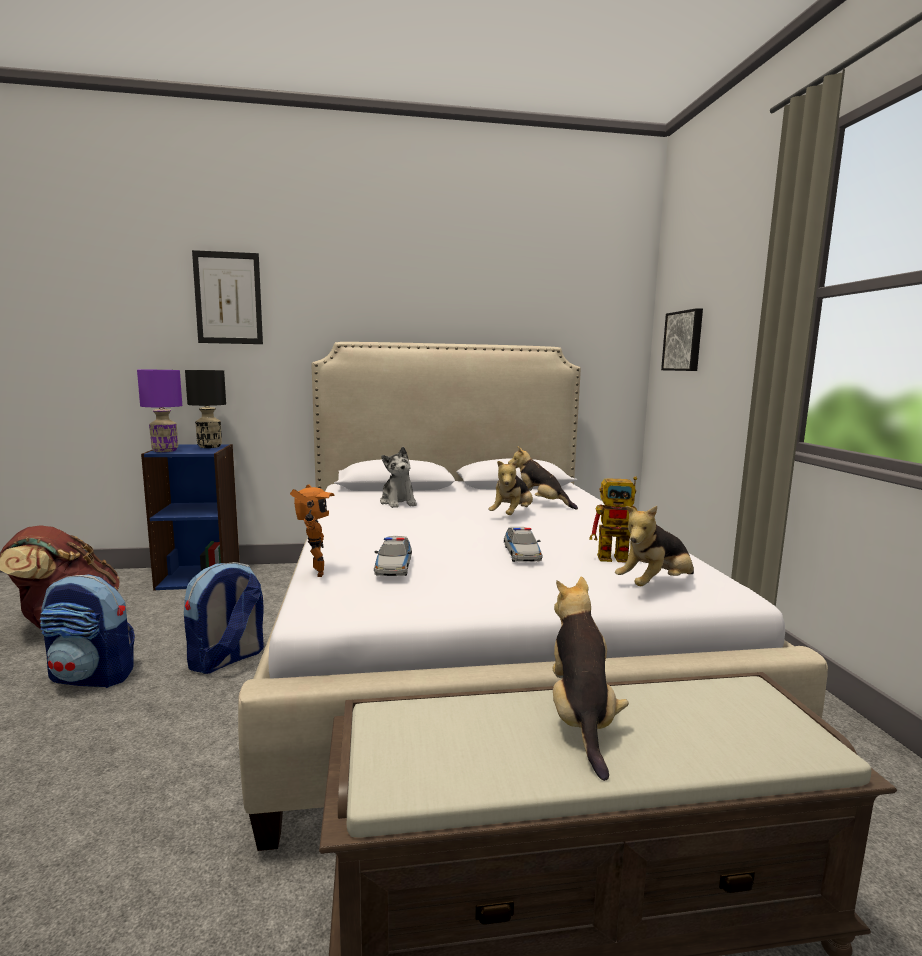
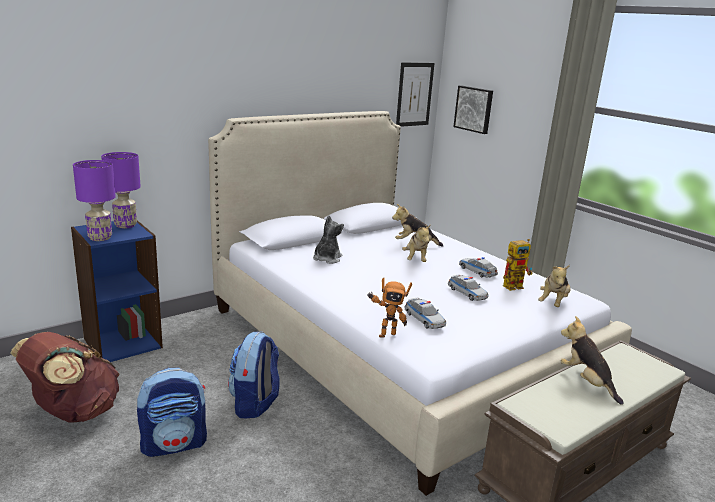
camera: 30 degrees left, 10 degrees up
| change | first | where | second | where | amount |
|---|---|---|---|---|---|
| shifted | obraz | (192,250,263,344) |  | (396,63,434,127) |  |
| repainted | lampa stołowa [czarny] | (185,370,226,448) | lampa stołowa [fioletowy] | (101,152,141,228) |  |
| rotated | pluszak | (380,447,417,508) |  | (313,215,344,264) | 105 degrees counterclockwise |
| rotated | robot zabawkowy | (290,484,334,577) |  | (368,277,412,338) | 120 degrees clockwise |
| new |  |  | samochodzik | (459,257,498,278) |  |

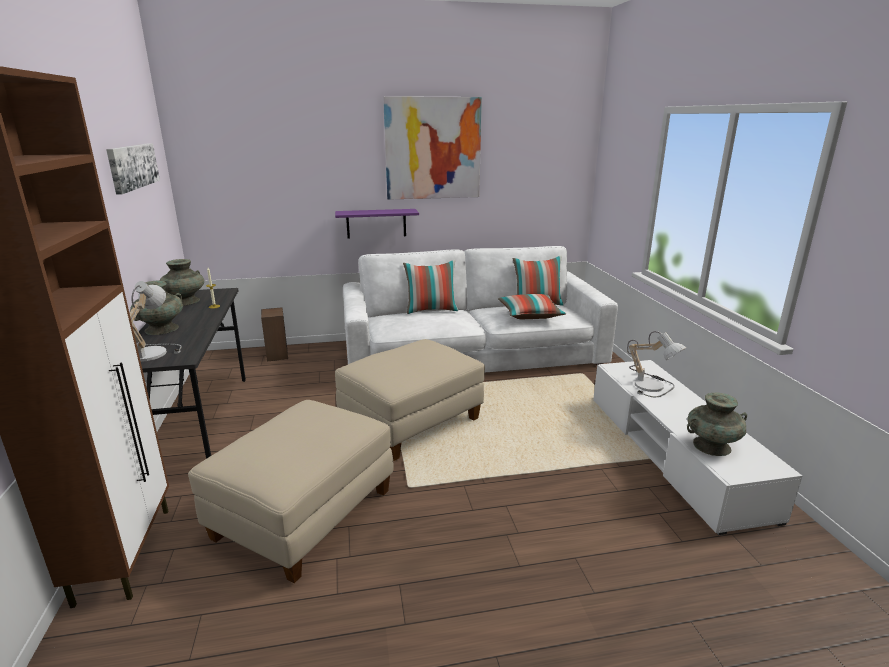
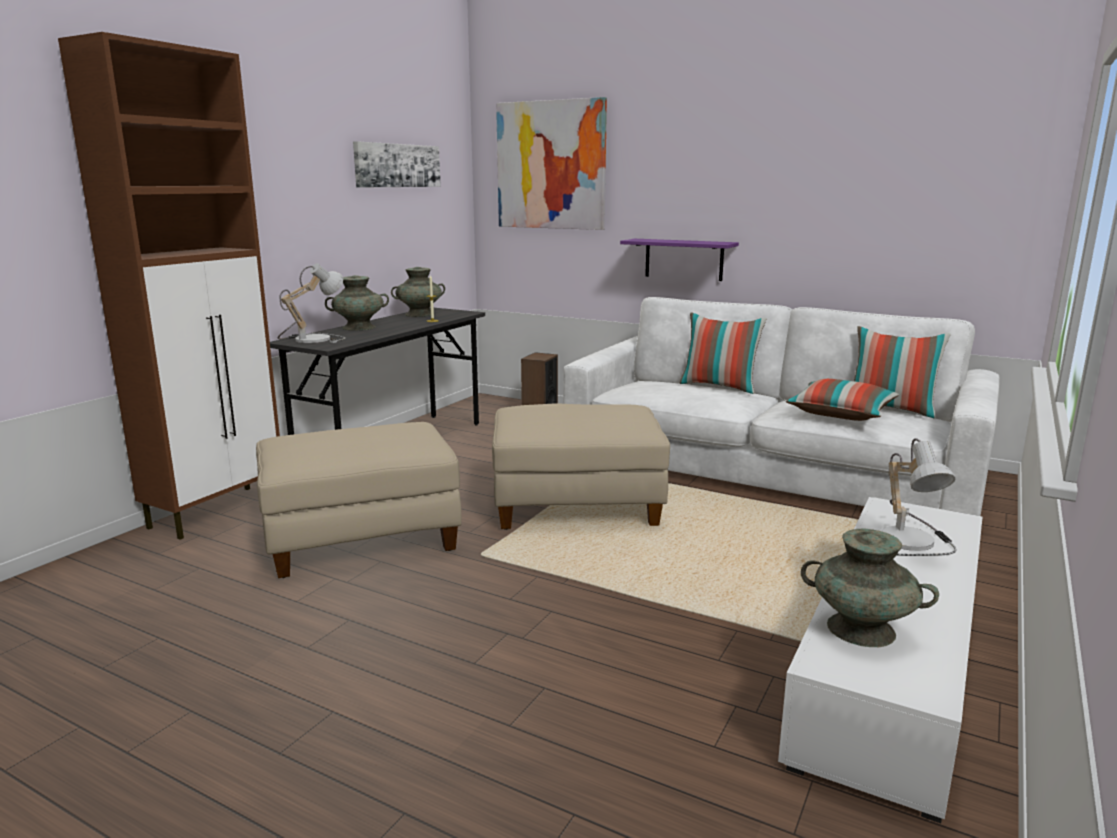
camera: 40 degrees right, 5 degrees down
| change | first | where | second | where | amount |
|---|---|---|---|---|---|
| shifted | obraz | (383,96,482,200) |  | (496,97,607,230) |  |

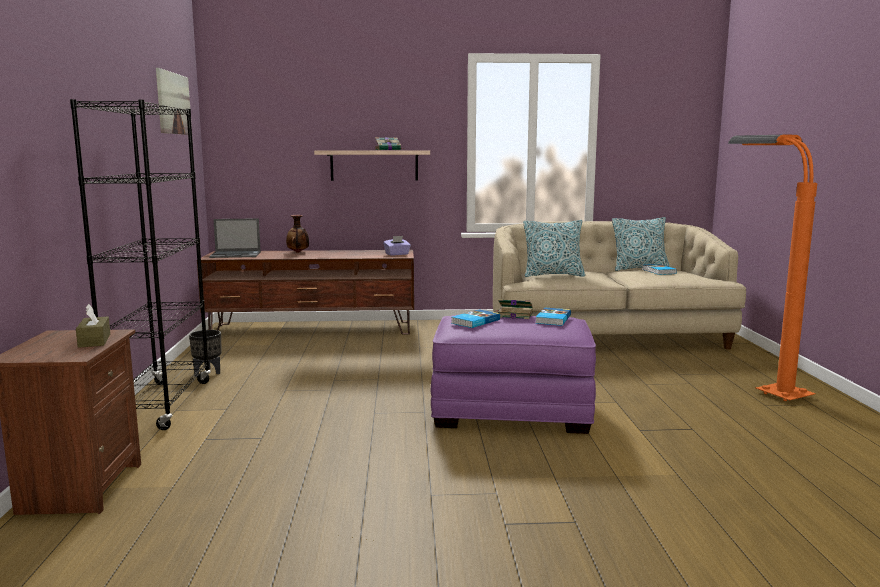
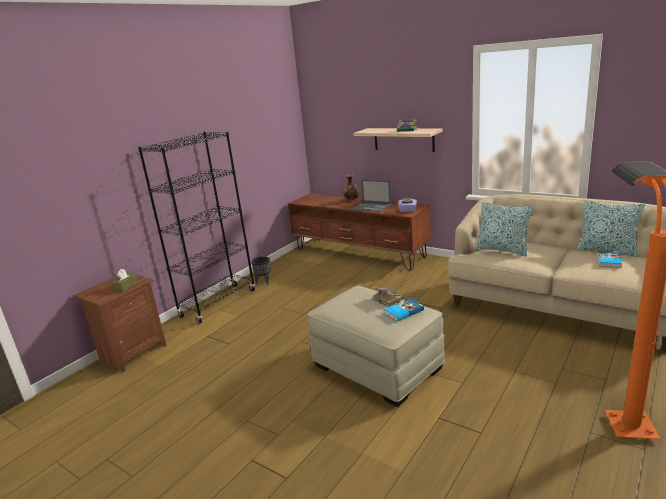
camera: 40 degrees right, 10 degrees up
| change | first | where | second | where | amount |
|---|---|---|---|---|---|
| gone | obraz | (156,68,192,135) |  |  |  |
| shifted | laptop | (209,218,261,258) |  | (352,180,391,212) |  |
| gone | książka | (451,309,500,328) |  |  |  |
| repainted | pufa [fioletowy] | (430,314,596,434) | pufa [beżowy] | (308,286,445,407) |  |

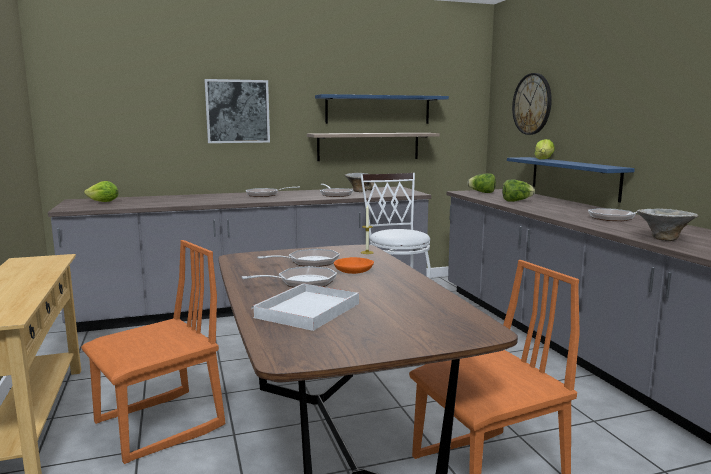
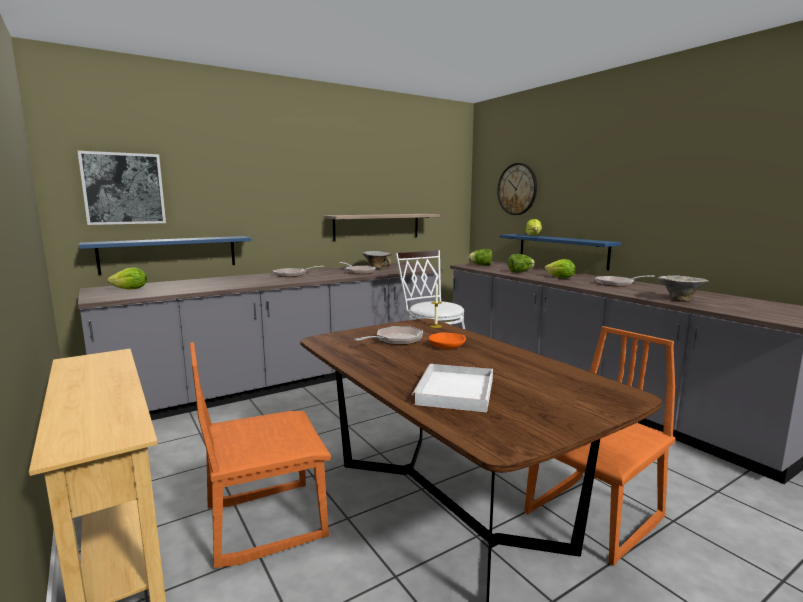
camera: 15 degrees left, 0 degrees up
| change | first | where | second | where | amount |
|---|---|---|---|---|---|
| shifted | obraz | (204,79,270,143) |  | (78,151,166,225) |  |
| shifted | półka [niebieski] | (315,94,449,124) |  | (79,236,251,275) |  |
| rotated | krzesło [pomarańczowy] | (81,240,225,464) |  | (190,342,331,568) | 150 degrees counterclockwise |
| gone | patelnia | (242,266,337,288) |  |  |  |
| new |  |  | sałata | (545,259,575,278) |  |

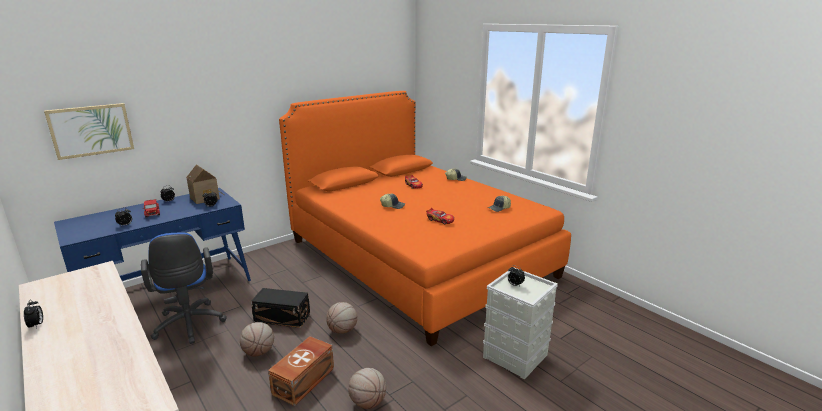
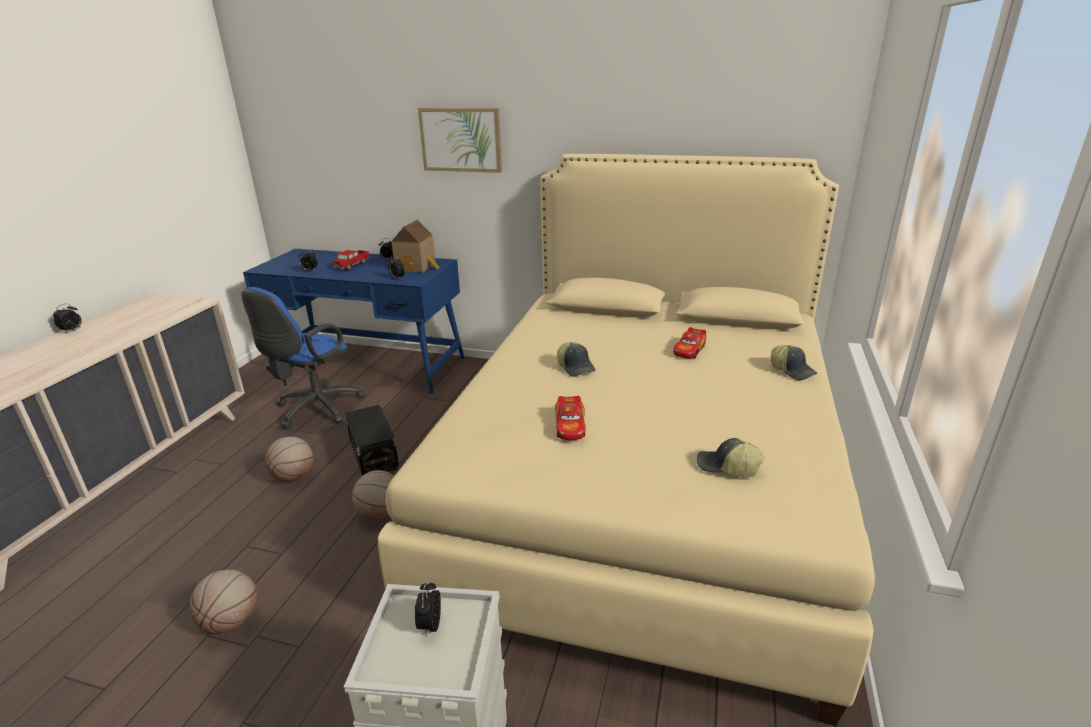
camera: 55 degrees right, 5 degrees up
| change | first | where | second | where | amount |
|---|---|---|---|---|---|
| repainted | łóżko [pomarańczowy] | (279,91,571,346) | łóżko [beżowy] | (378,154,875,726) |  |
| shifted | obraz | (44,103,134,160) |  | (418,108,502,173) |  |
| gone | pojemnik do przechowywania [brązowy] | (268,336,334,406) |  |  |  |

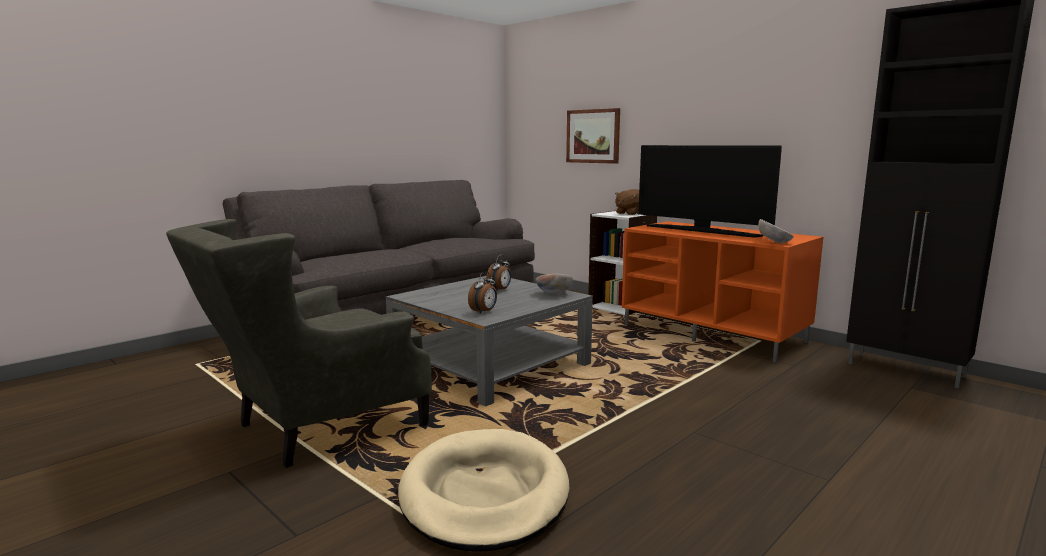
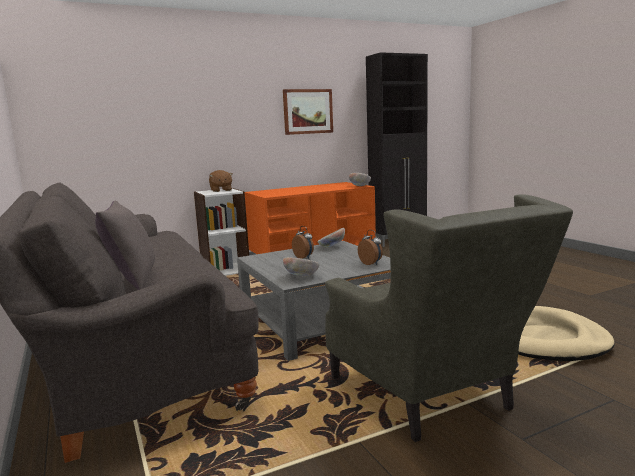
camera: 70 degrees left, 0 degrees up
| change | first | where | second | where | amount |
|---|---|---|---|---|---|
| shifted | obraz | (566,108,620,164) |  | (283,89,333,135) |  |
| gone | telewizor | (638,145,782,238) |  |  |  |
| new |  |  | poduszka [szary] | (95,201,155,290) |  |
| new |  |  | miska | (283,257,319,276) |  |

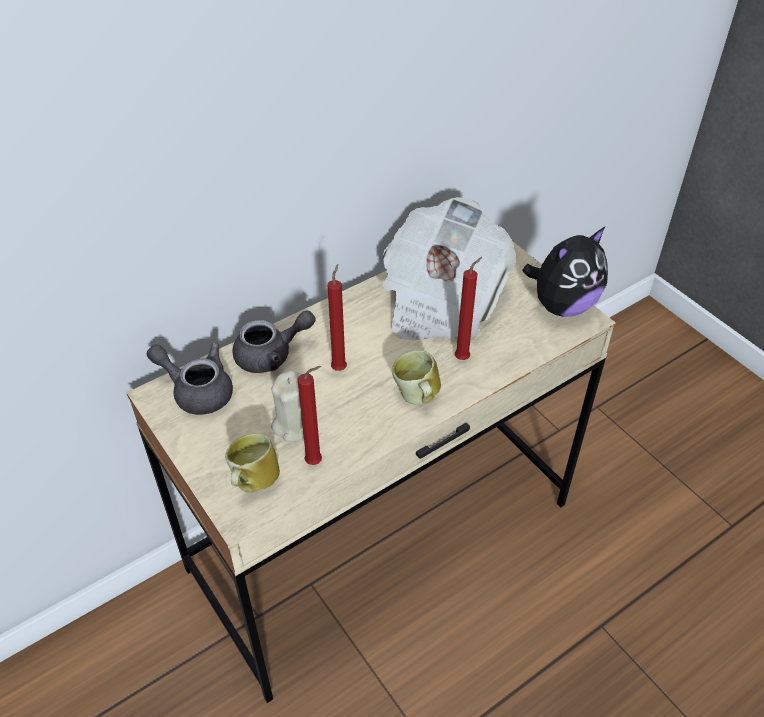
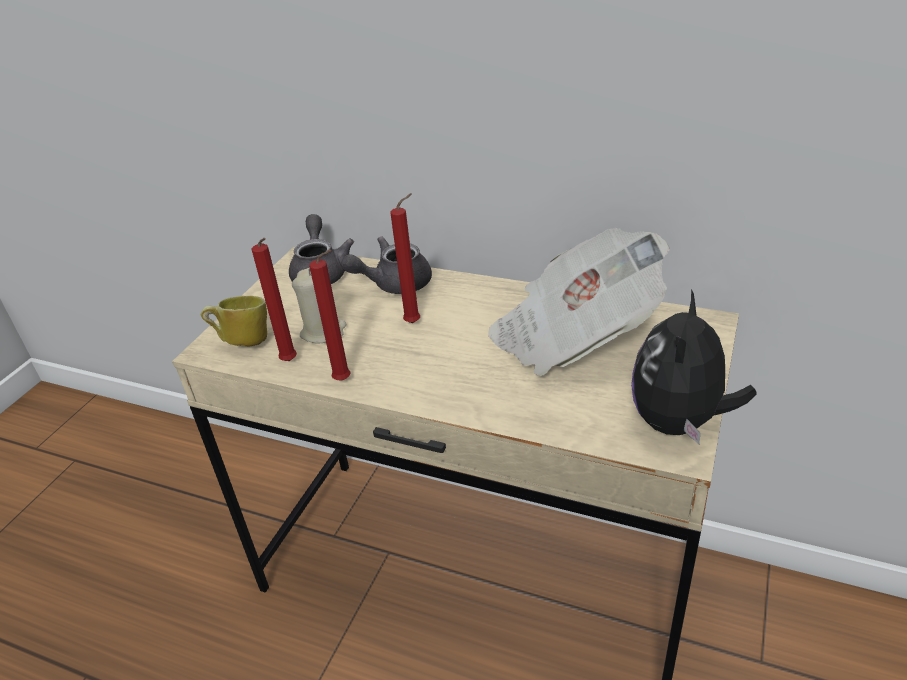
camera: 60 degrees right, 10 degrees down
| change | first | where | second | where | amount |
|---|---|---|---|---|---|
| rotated | pluszak | (522,227,608,317) |  | (631,289,757,444) | 90 degrees clockwise |
| shifted | świeca [czerwony] | (455,257,482,360) |  | (309,250,351,381) |  |
| rotated | imbryk [szary] | (233,310,315,373) |  | (341,236,432,294) | 120 degrees clockwise |
| gone | kubek | (392,350,441,405) |  |  |  |

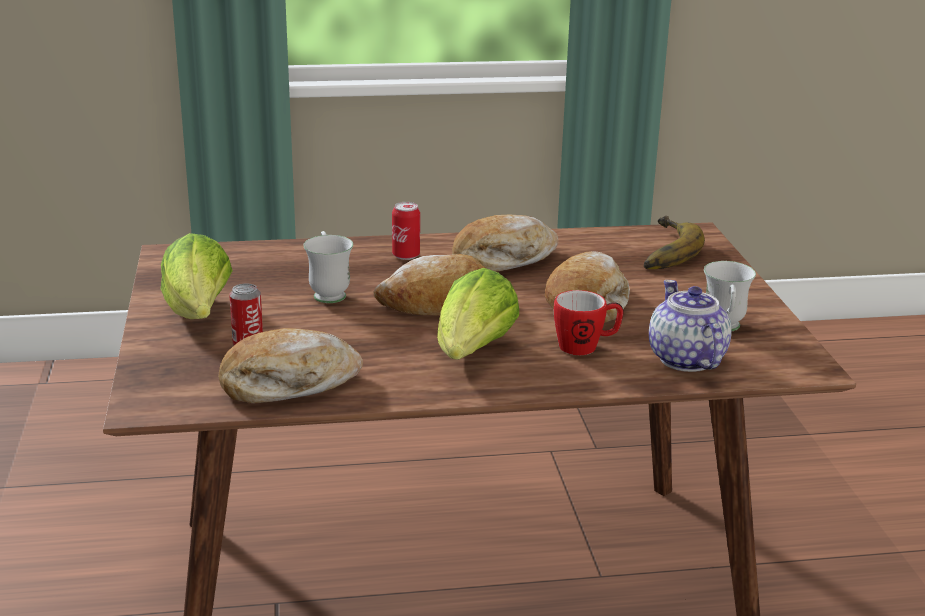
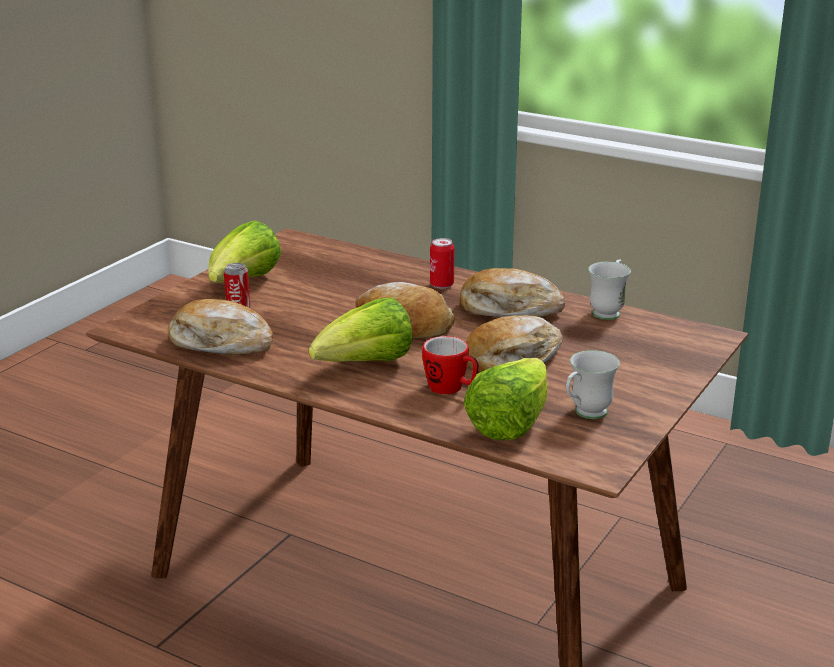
camera: 40 degrees right, 0 degrees up
| change | first | where | second | where | amount |
|---|---|---|---|---|---|
| gone | banan | (644,216,705,269) |  |  |  |
| shifted | kubek [biały] | (303,231,353,303) |  | (588,259,631,320) |  |
| swapped | imbryk | (649,280,732,372) | sałata | (463,358,548,440) |  |

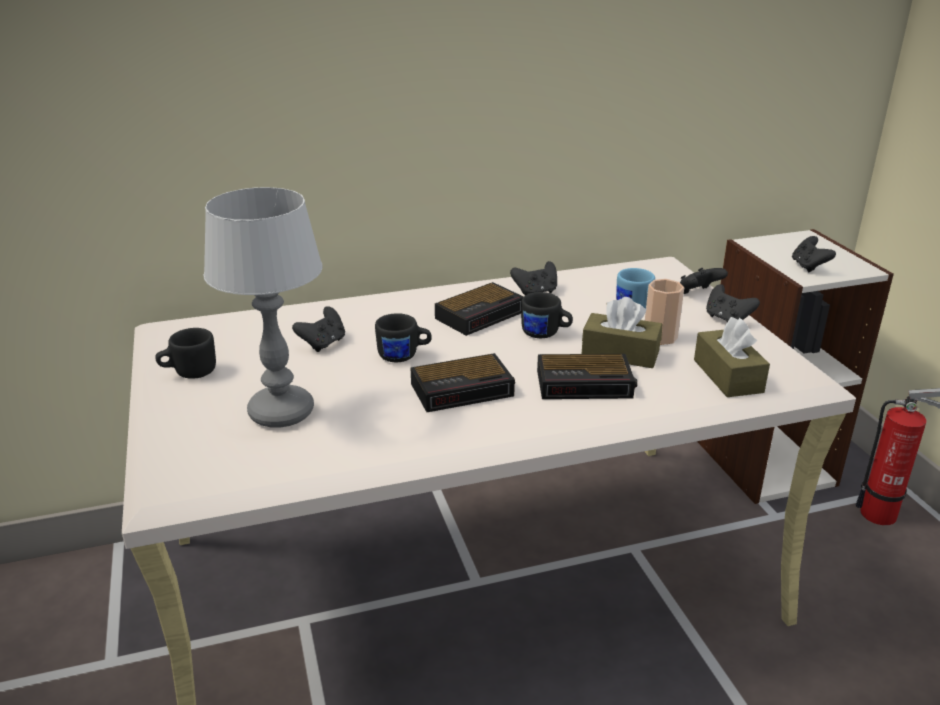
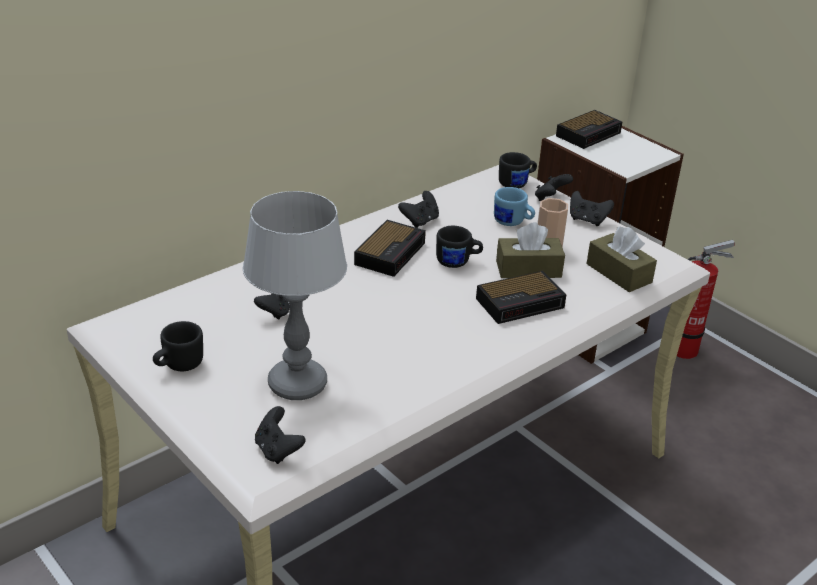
camera: 25 degrees left, 5 degrees up
| change | first | where | second | where | amount |
|---|---|---|---|---|---|
| shifted | pad do gier [czarny] | (792,236,836,272) |  | (255,406,306,464) |  |
| shifted | kubek [czarny] | (375,313,432,362) |  | (499,152,537,188) |  |
| shifted | budzik | (410,353,515,412) |  | (556,110,622,149) |  |

